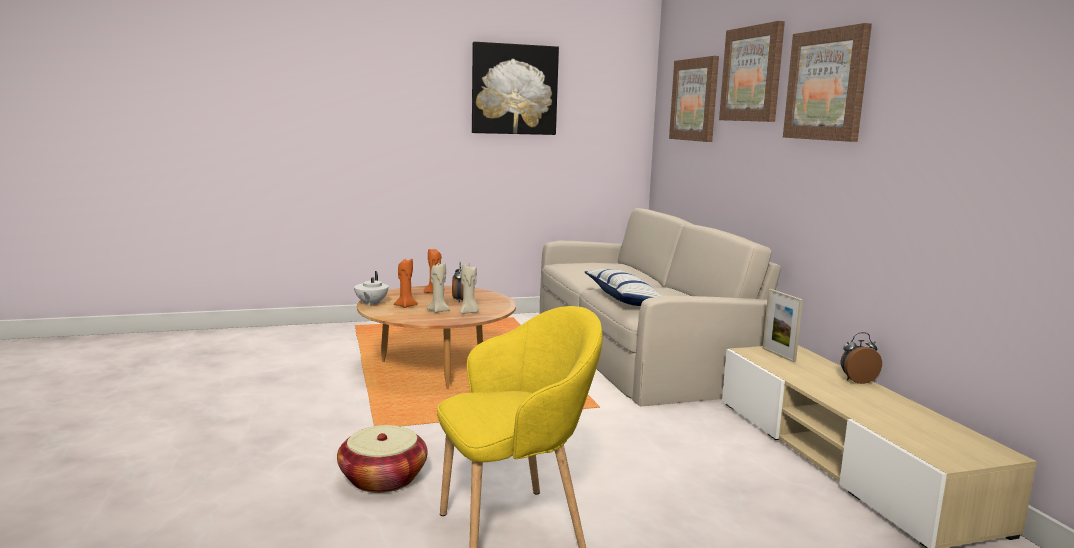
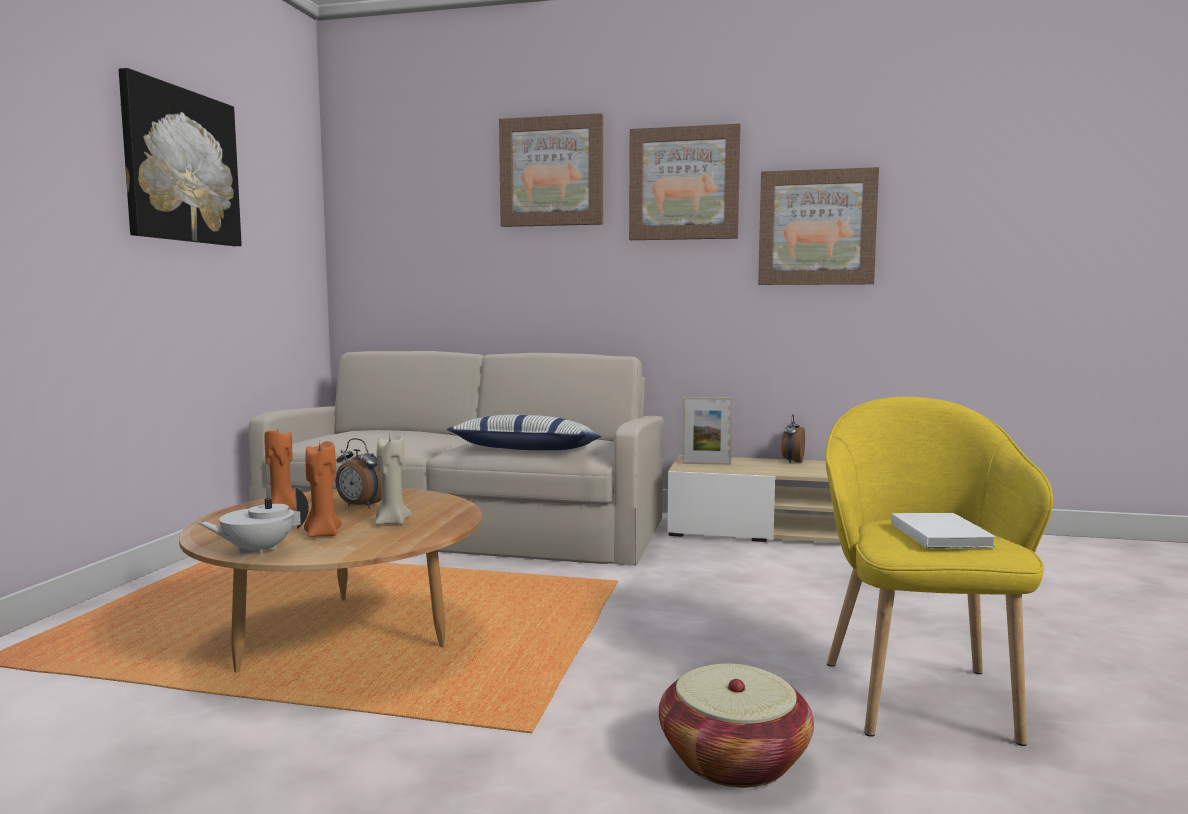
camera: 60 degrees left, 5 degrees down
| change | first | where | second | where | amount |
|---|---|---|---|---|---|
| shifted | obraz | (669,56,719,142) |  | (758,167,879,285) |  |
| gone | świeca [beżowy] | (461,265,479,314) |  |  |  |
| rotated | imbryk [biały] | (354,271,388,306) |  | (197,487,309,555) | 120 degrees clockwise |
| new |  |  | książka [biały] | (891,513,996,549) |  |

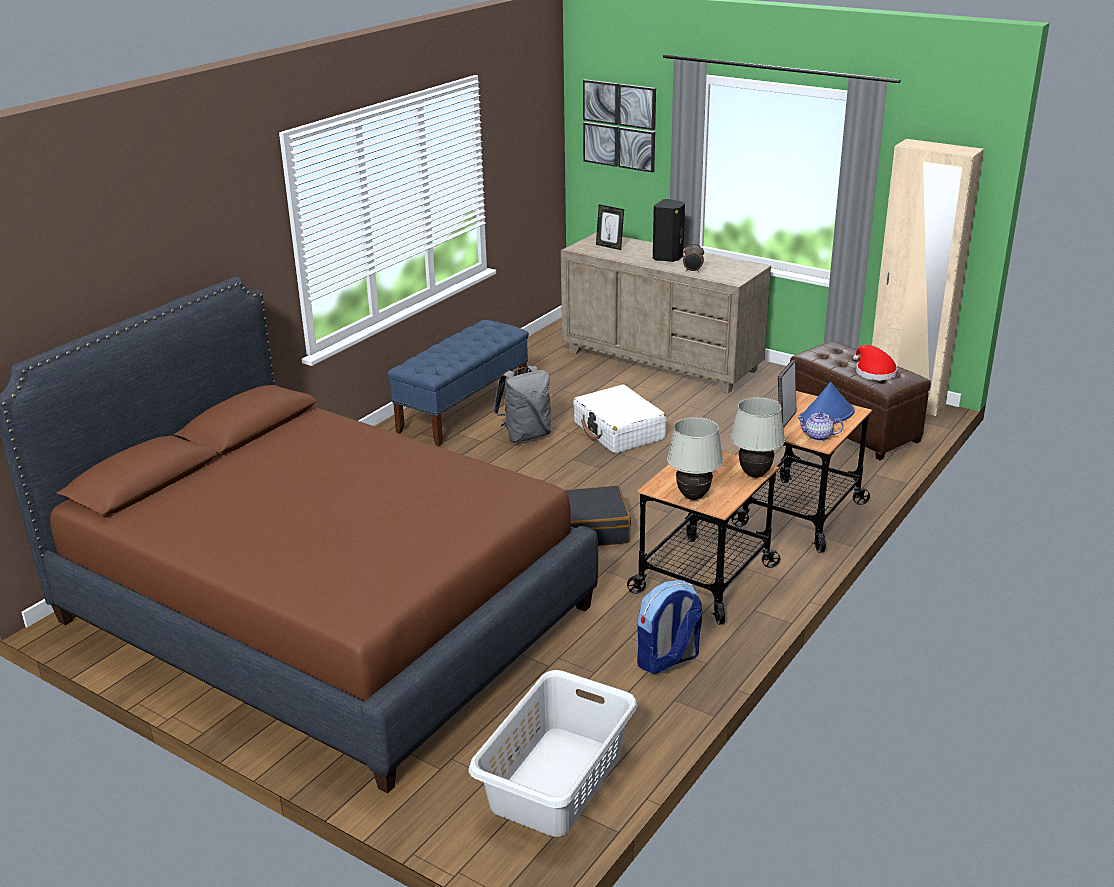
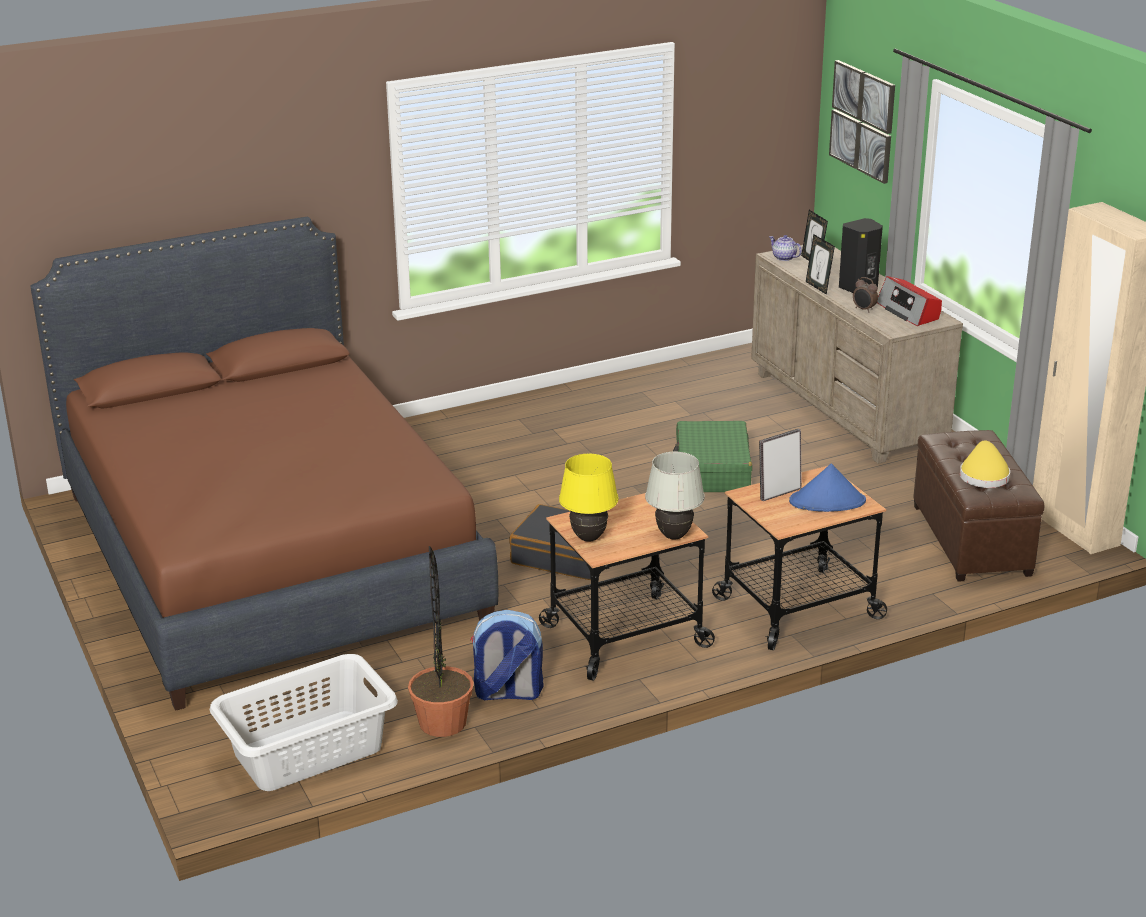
camera: 30 degrees right, 0 degrees up
| change | first | where | second | where | amount |
|---|---|---|---|---|---|
| gone | ławka [niebieski] | (387,320,529,446) |  |  |  |
| repainted | kapelusz [czerwony] | (853,345,897,381) | kapelusz [żółty] | (960,441,1010,488) |  |
| gone | plecak [szary] | (493,366,551,443) |  |  |  |
| repainted | walizka [biały] | (573,385,666,454) | walizka [zielony] | (673,421,752,492) |  |
| shifted | imbryk | (797,412,843,441) |  | (769,235,802,261) |  |
| repainted | lampa stołowa [biały] | (667,417,723,500) | lampa stołowa [żółty] | (559,454,618,542) |  |
| new |  |  | ramka na zdjęcie | (806,234,835,295) |  |
| new |  |  | radio | (877,276,942,326) |  |
| new |  |  | roślina doniczkowa | (408,546,474,737) |  |

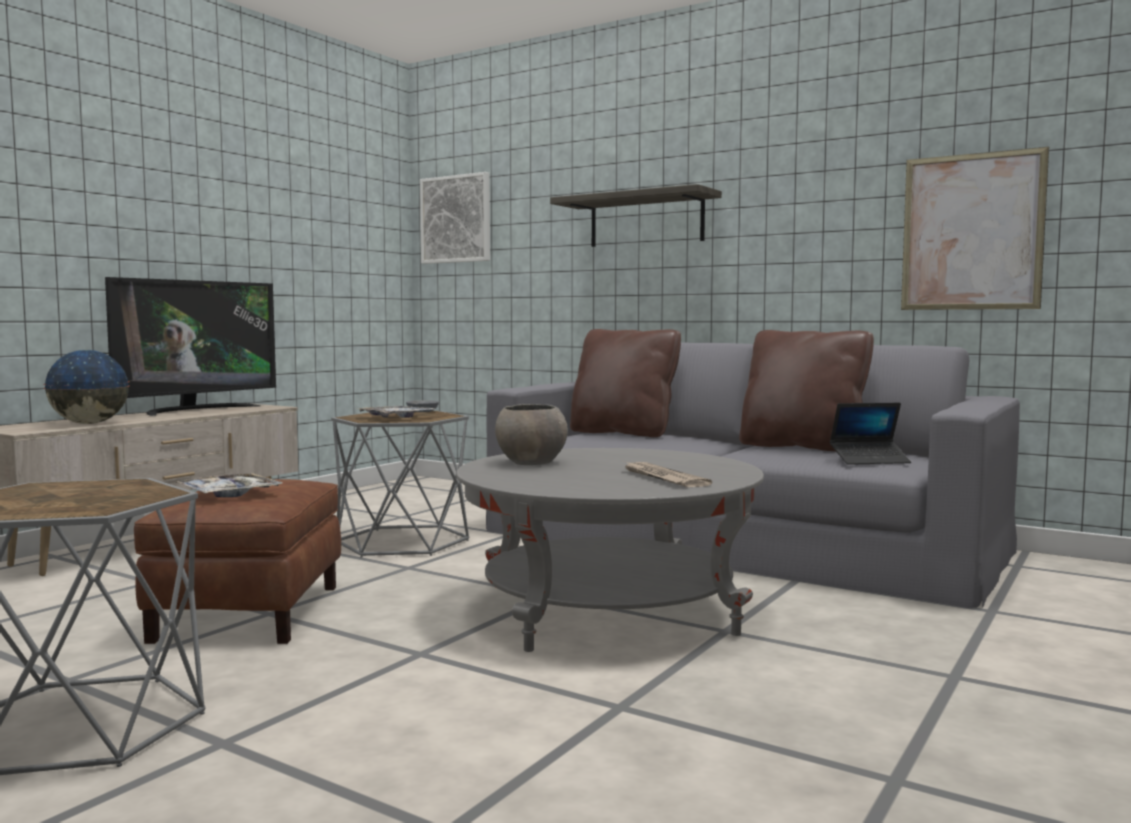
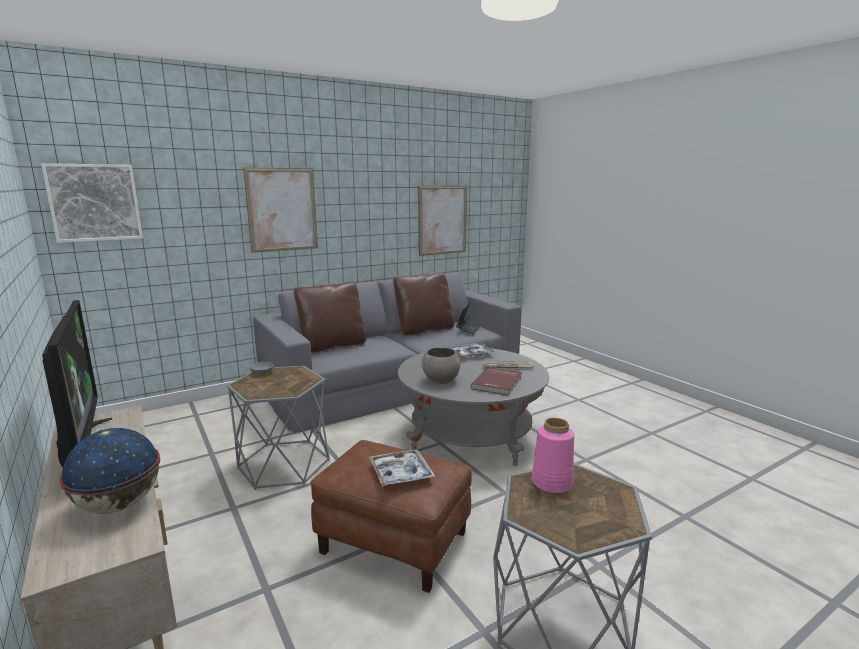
camera: 65 degrees left, 10 degrees up
| change | first | where | second | where | amount |
|---|---|---|---|---|---|
| swapped | półka | (550,184,722,247) | obraz | (243,168,318,253) |  |
| shifted | taca | (357,406,437,418) |  | (451,343,494,357) |  |
| new |  |  | książka [czerwony] | (471,367,522,396) |  |
| new |  |  | wazon [różowy] | (532,417,574,493) |  |

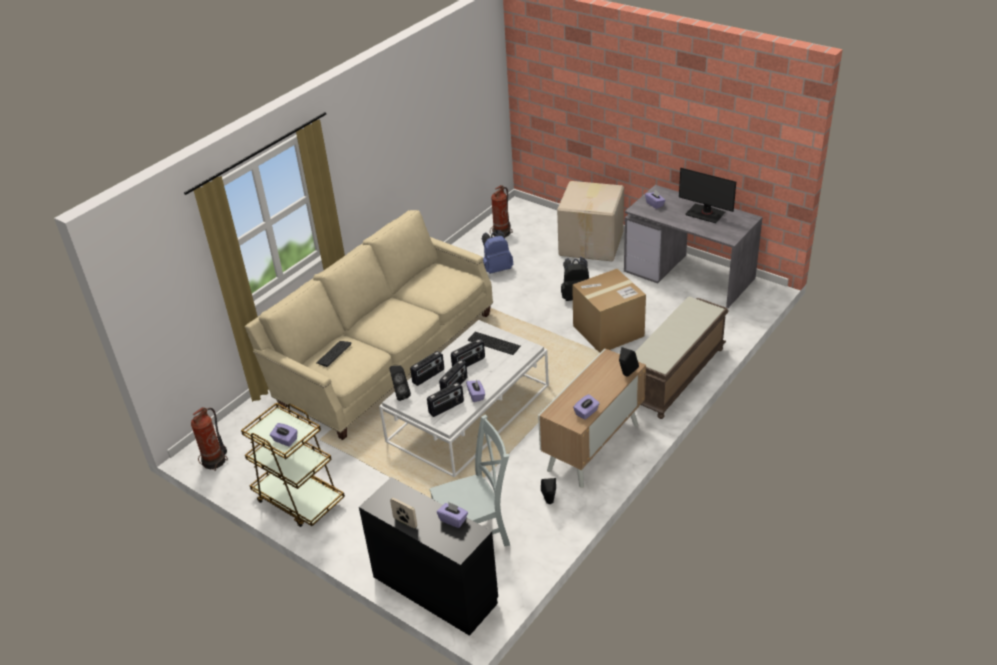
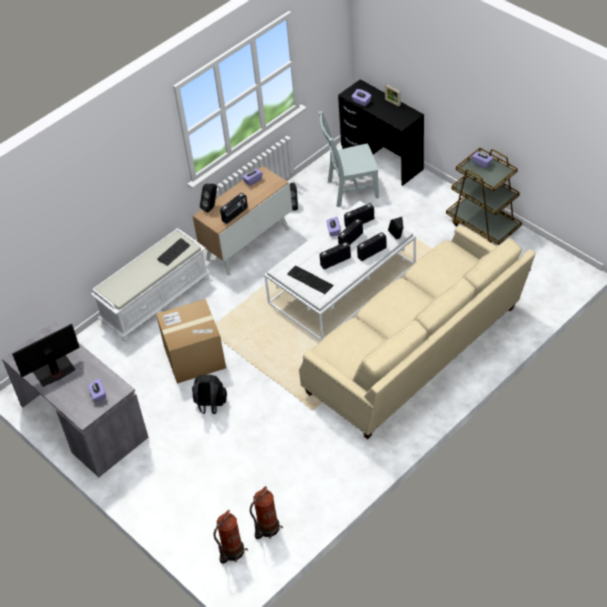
camera: 170 degrees left, 10 degrees up
| change | first | where | second | where | amount |
|---|---|---|---|---|---|
| rotated | monitor | (679,168,736,223) |  | (12,324,80,387) | 75 degrees counterclockwise |
| gone | karton | (557,181,624,261) |  |  |  |
| gone | plecak [niebieski] | (482,230,513,274) |  |  |  |
| repainted | ławka [brązowy] | (635,297,729,419) | ławka [biały] | (91,228,211,341) |  |
| shifted | klawiatura | (316,341,352,367) |  | (157,238,190,266) |  |
| shifted | gaśnica | (191,407,228,471) |  | (214,510,248,564) |  |
| new |  |  | radio | (220,193,248,224) |  |

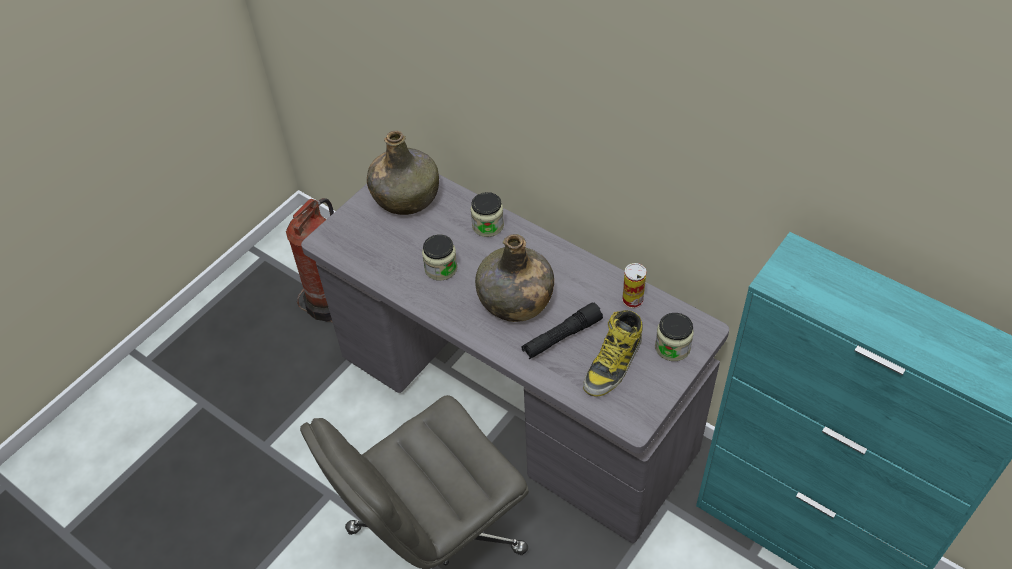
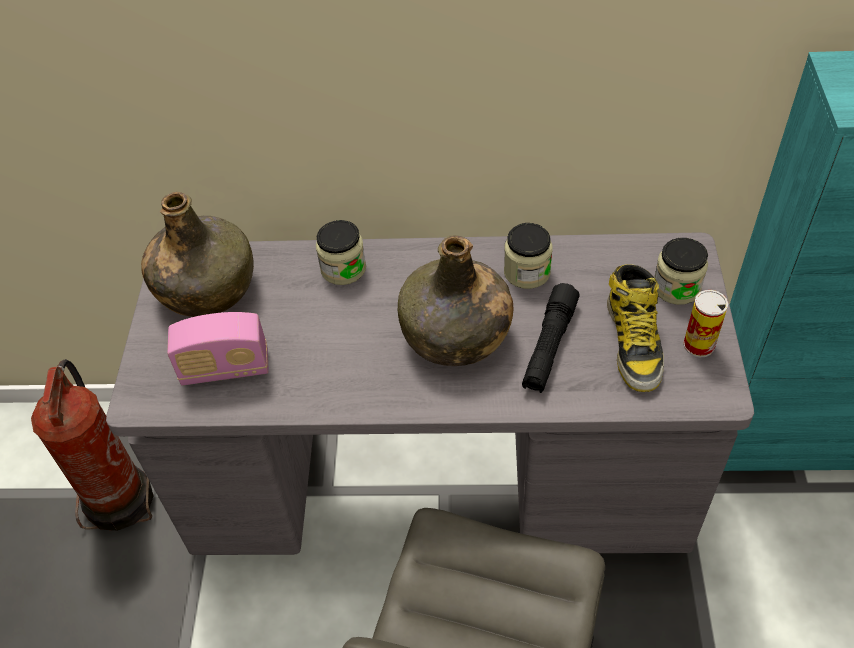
camera: 35 degrees left, 0 degrees up
| change | first | where | second | where | amount |
|---|---|---|---|---|---|
| shifted | słoik | (422,235,458,281) |  | (504,223,553,289) |  |
| shifted | puszka | (622,263,646,309) |  | (683,290,728,357) |  |
| new |  |  | radio | (167,312,269,386) |  |

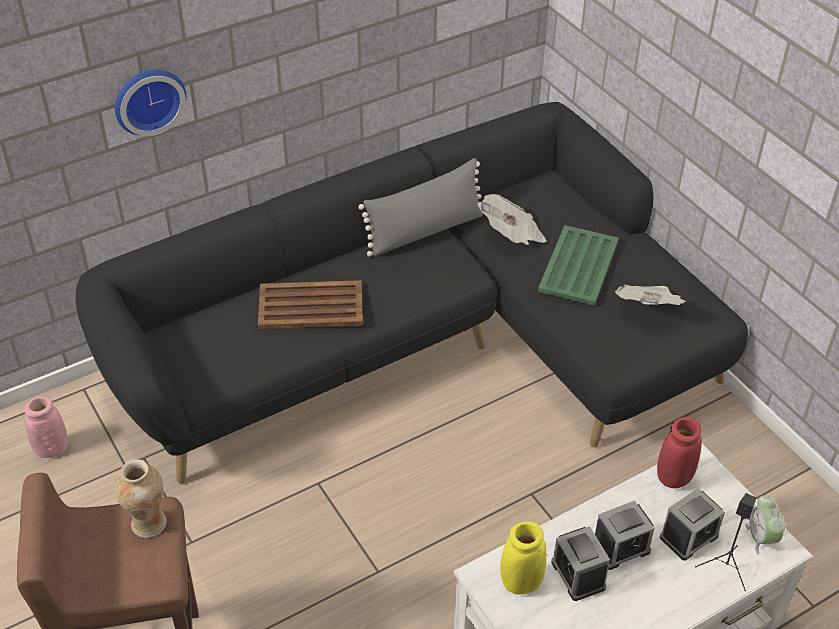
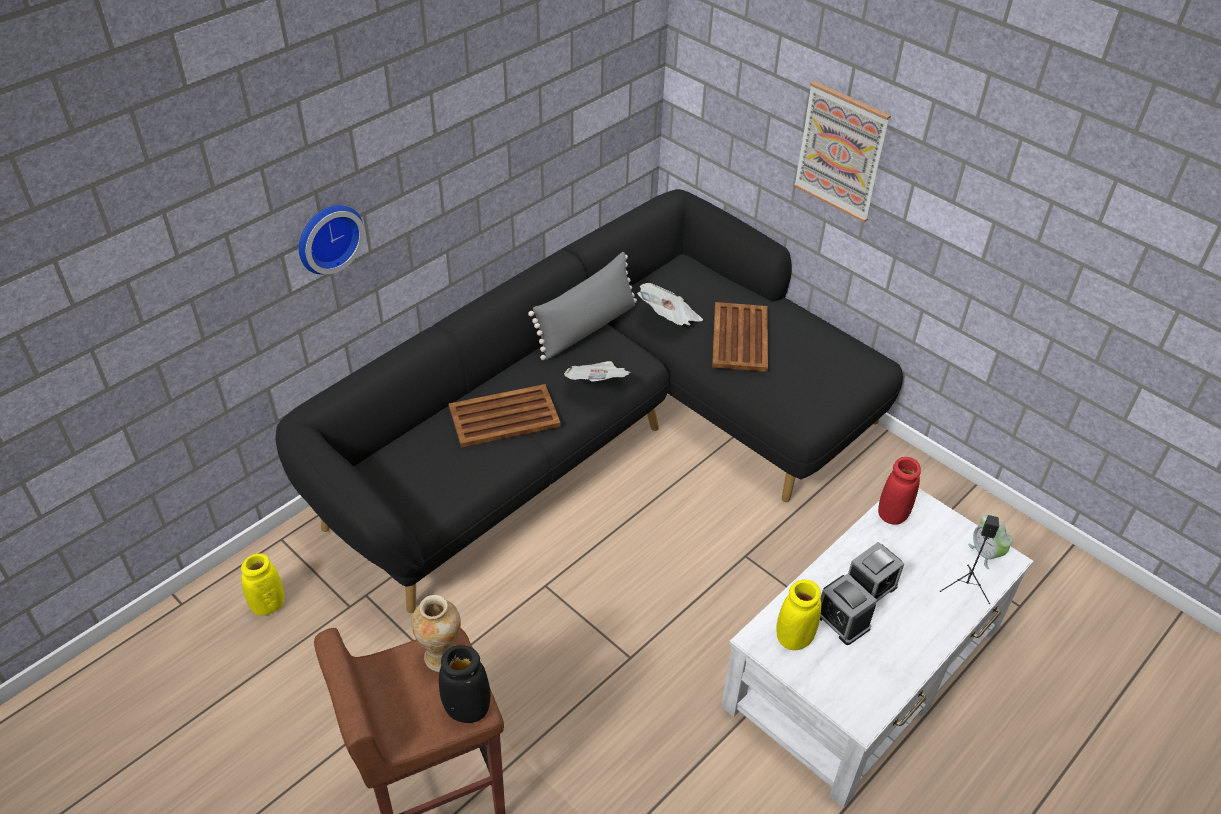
camera: 15 degrees left, 0 degrees up
| change | first | where | second | where | amount |
|---|---|---|---|---|---|
| repainted | taca [zielony] | (538,225,618,306) | taca [brązowy] | (712,302,768,372) |  |
| shifted | gazeta | (615,285,686,305) |  | (564,361,631,382) |  |
| repainted | wazon [różowy] | (24,396,68,458) | wazon [żółty] | (241,553,284,616) |  |
| gone | budzik | (660,488,725,560) |  |  |  |
| new |  |  | obraz | (794,81,891,222) |  |
| new |  |  | wazon [czarny] | (439,645,491,723) |  |

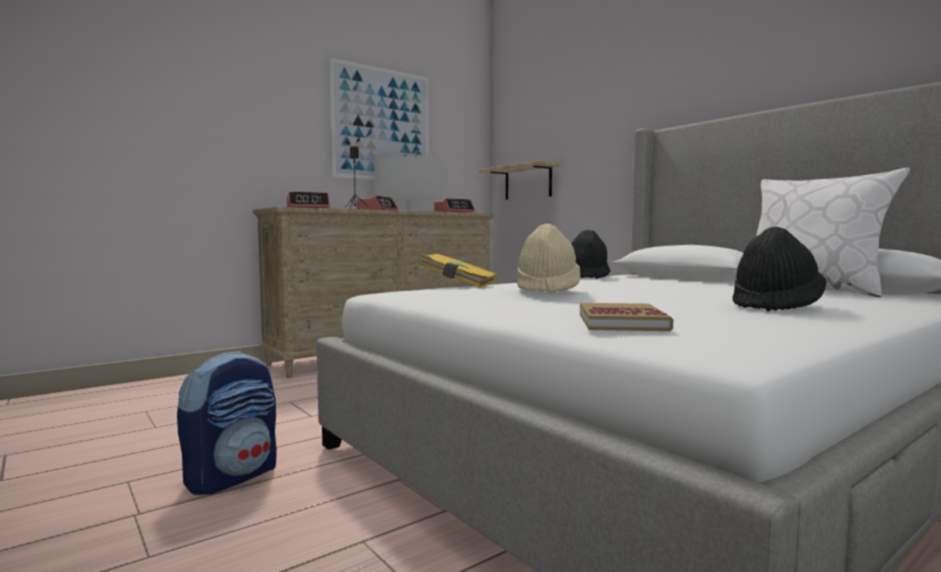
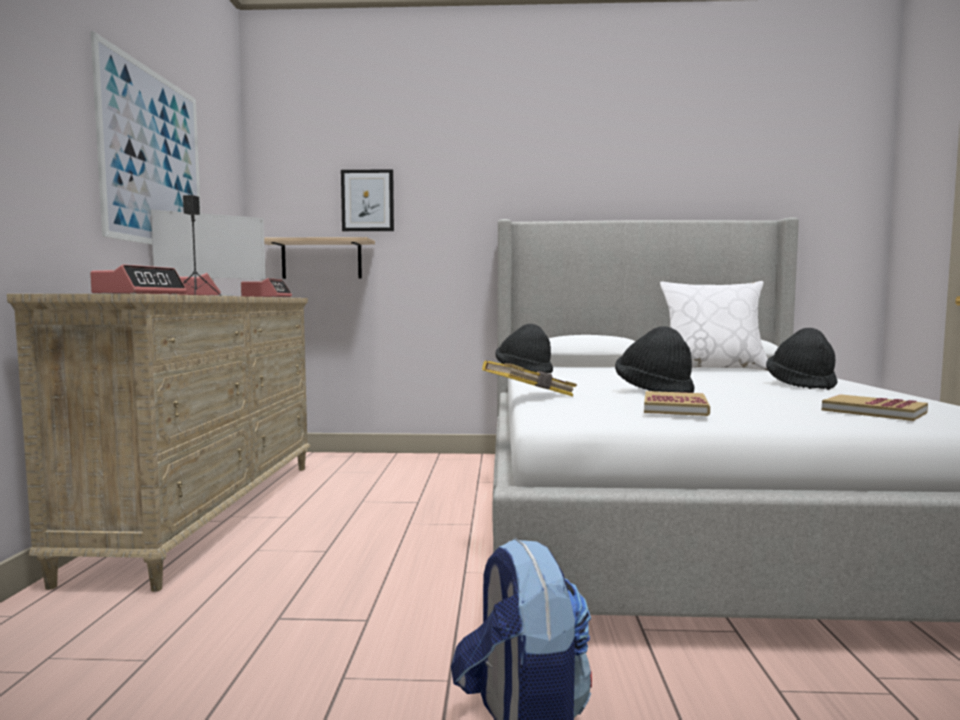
camera: 50 degrees left, 0 degrees up
| change | first | where | second | where | amount |
|---|---|---|---|---|---|
| repainted | kapelusz [beżowy] | (517,224,580,294) | kapelusz [czarny] | (615,326,695,393) |  |
| new |  |  | obraz | (341,169,394,231) |  |
| new |  |  | książka | (644,391,710,416) |  |

